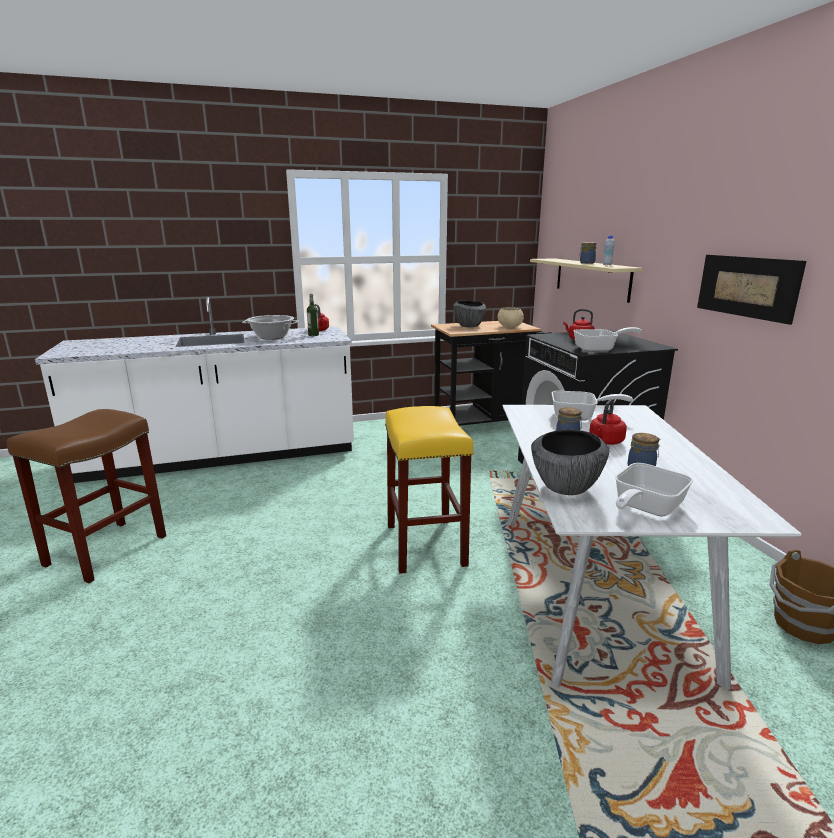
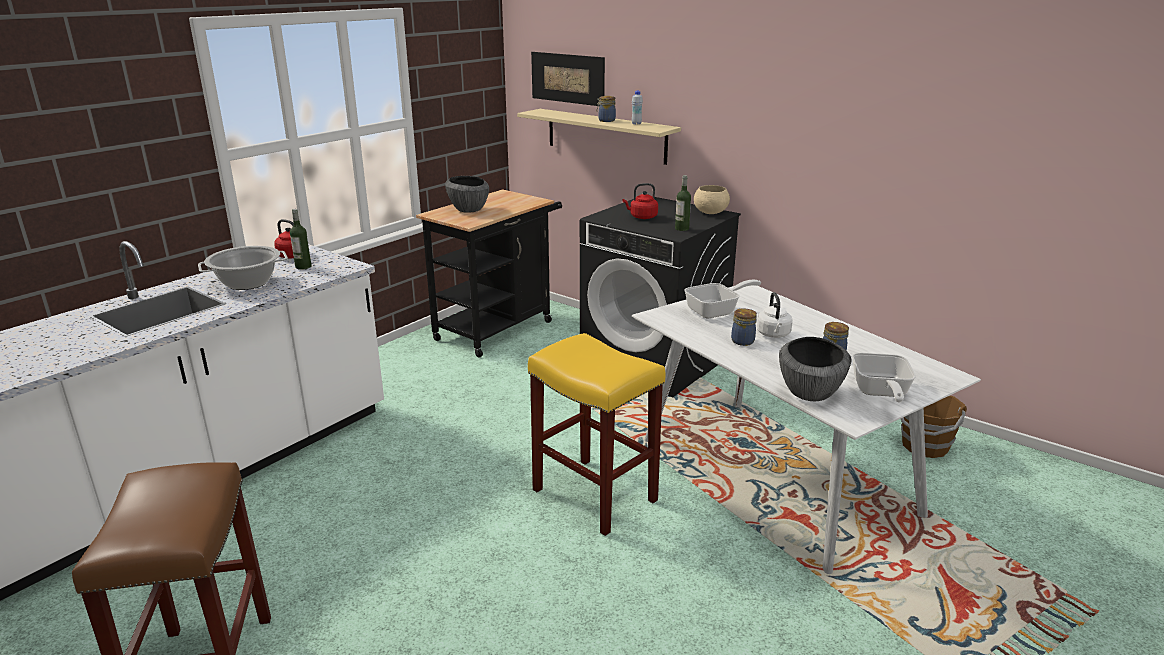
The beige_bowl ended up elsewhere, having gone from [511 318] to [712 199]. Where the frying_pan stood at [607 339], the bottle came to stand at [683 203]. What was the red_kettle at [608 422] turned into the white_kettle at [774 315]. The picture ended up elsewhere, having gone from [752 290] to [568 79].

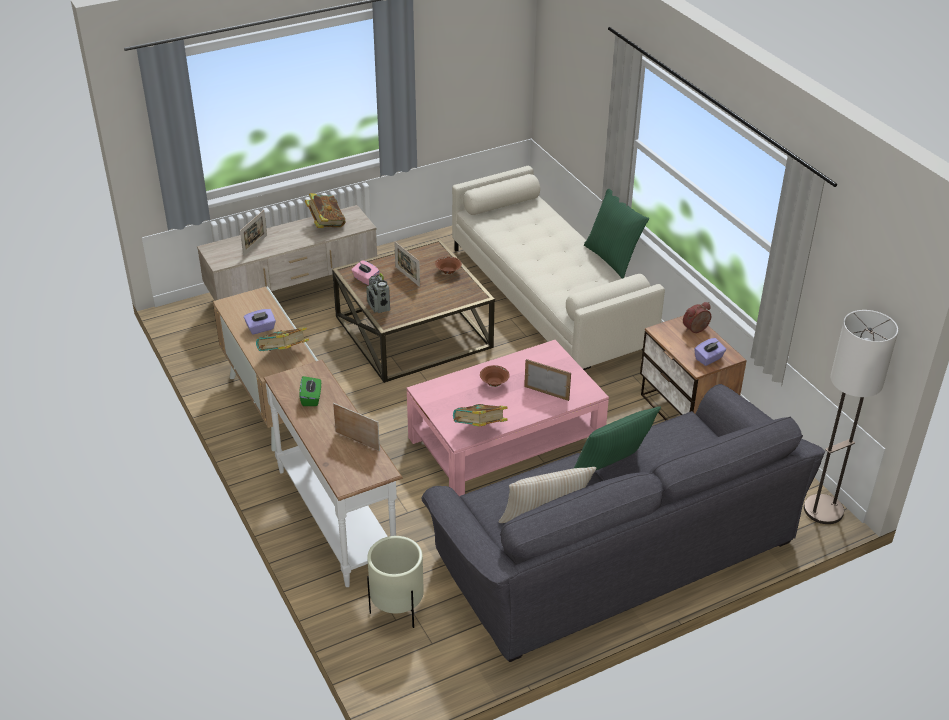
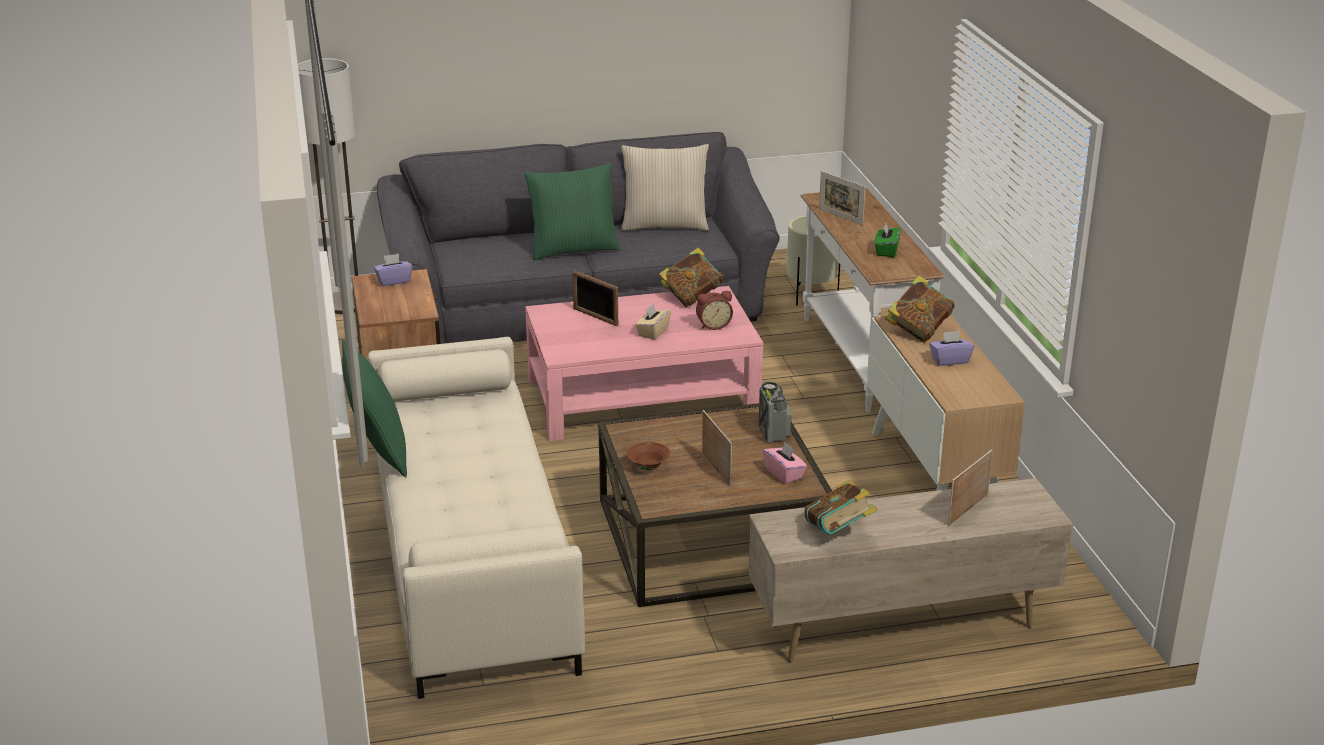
Where the brown_bowl stood at [495 376], the beige_tissue_box came to stand at [653 321]. The alarm_clock ended up elsewhere, having gone from [697 317] to [714 310].

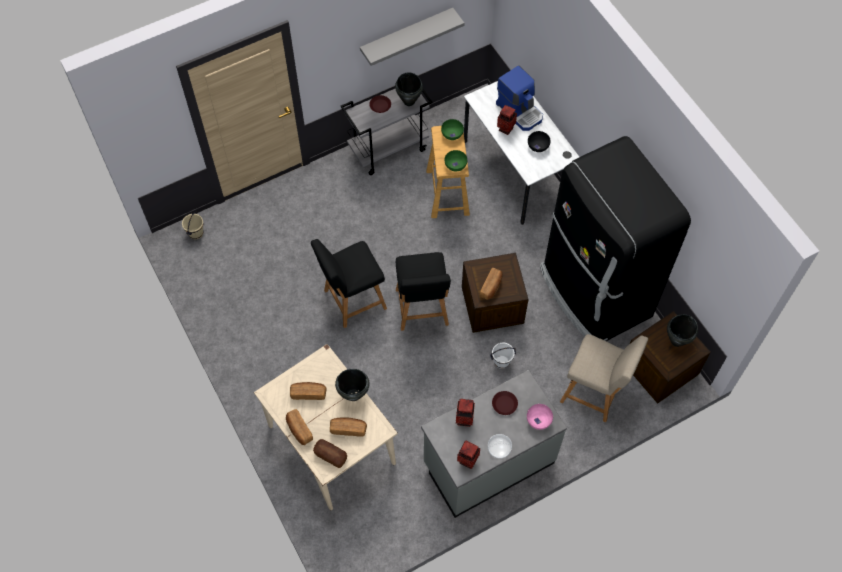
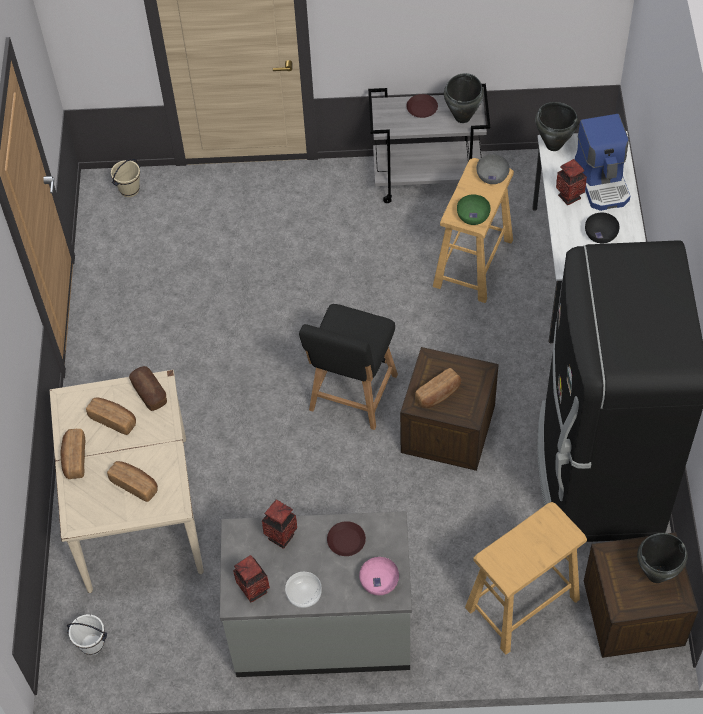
The second view lost the black_chair at [349 283]. The bread ended up elsewhere, having gone from [330 453] to [148 388]. The black_cooking_pot ended up elsewhere, having gone from [352 385] to [556 126]. The second view lost the grey_shelf at [412 37]. What was the green_bowl at [452 129] turned into the grey_bowl at [493 169]. The white_bucket ended up elsewhere, having gone from [503 355] to [87 634]. Where the beige_chair stood at [604 378], the beige_stool came to stand at [526 578].

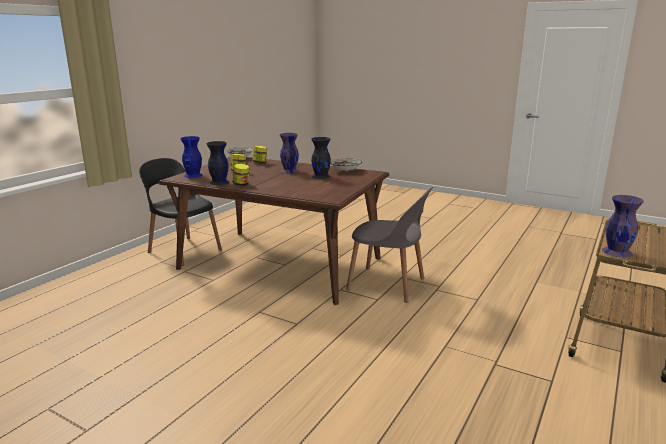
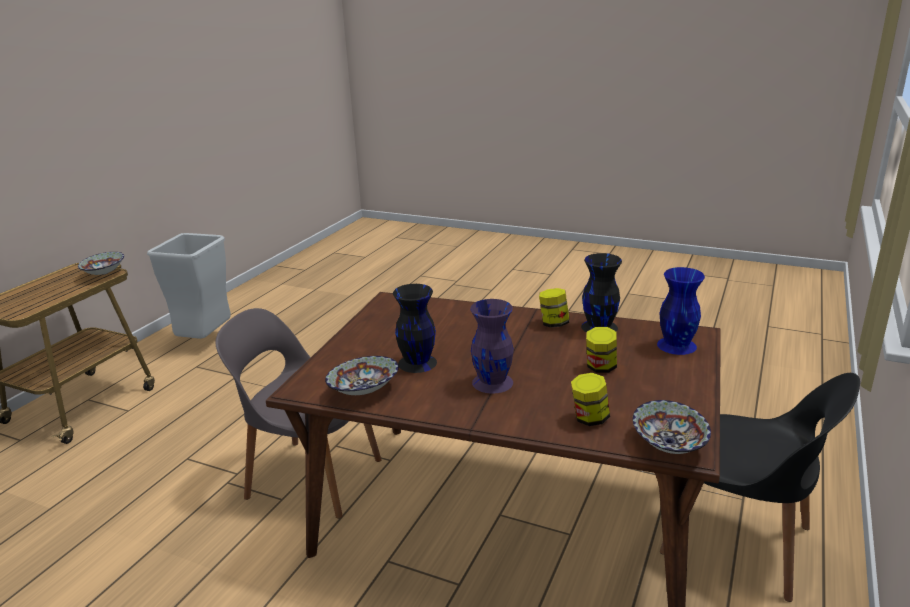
Where the purple_vase stood at [623 226], the bowl came to stand at [101 263]. The second view gained the grey_trash_can at [189 286].

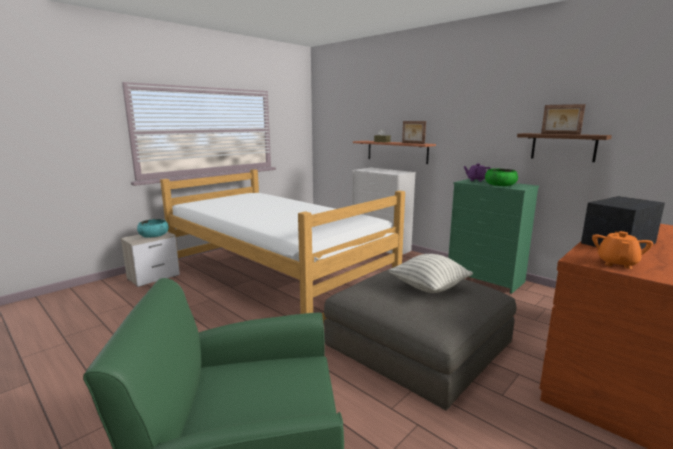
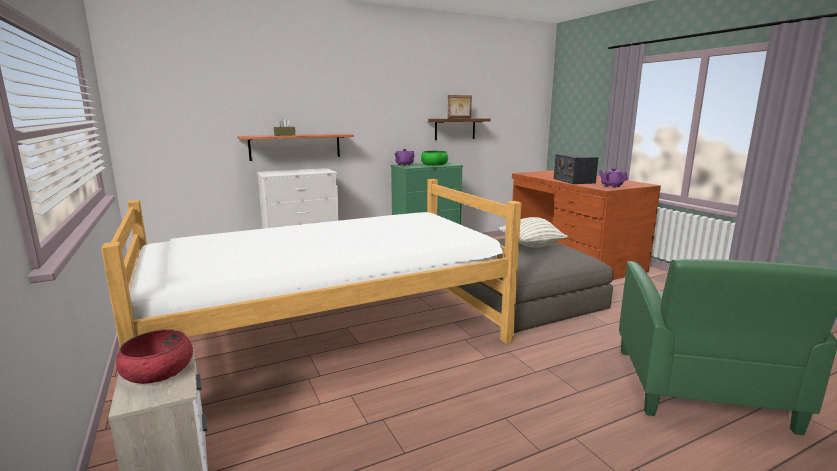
What was the turquoise_bowl at [153 228] turned into the red_bowl at [154 356]. The second view lost the picture_frame at [414 132]. What was the orange_teapot at [622 250] turned into the purple_teapot at [613 178].

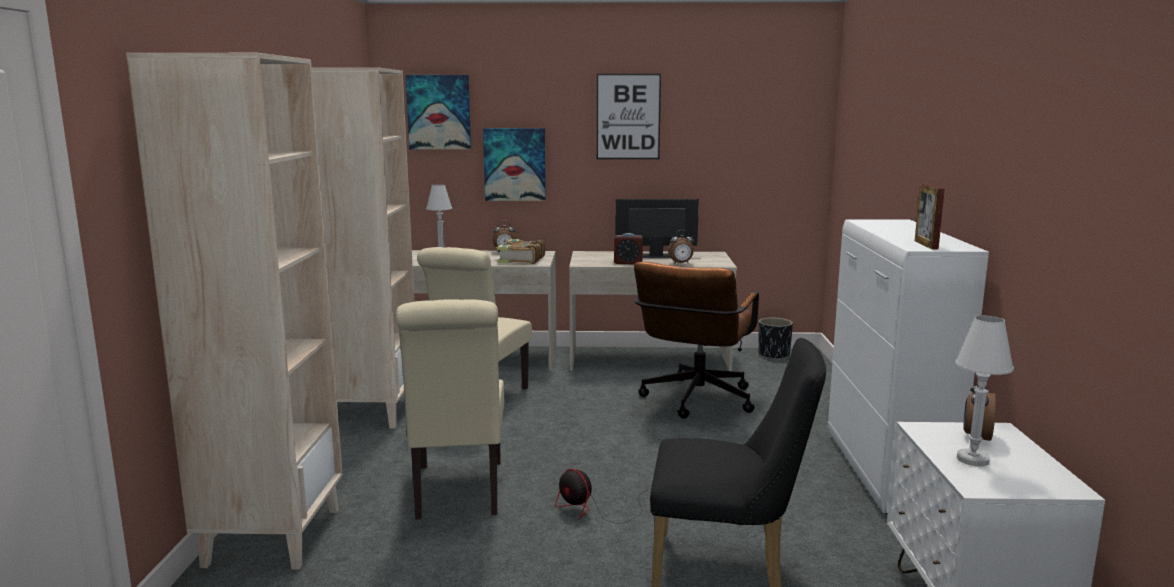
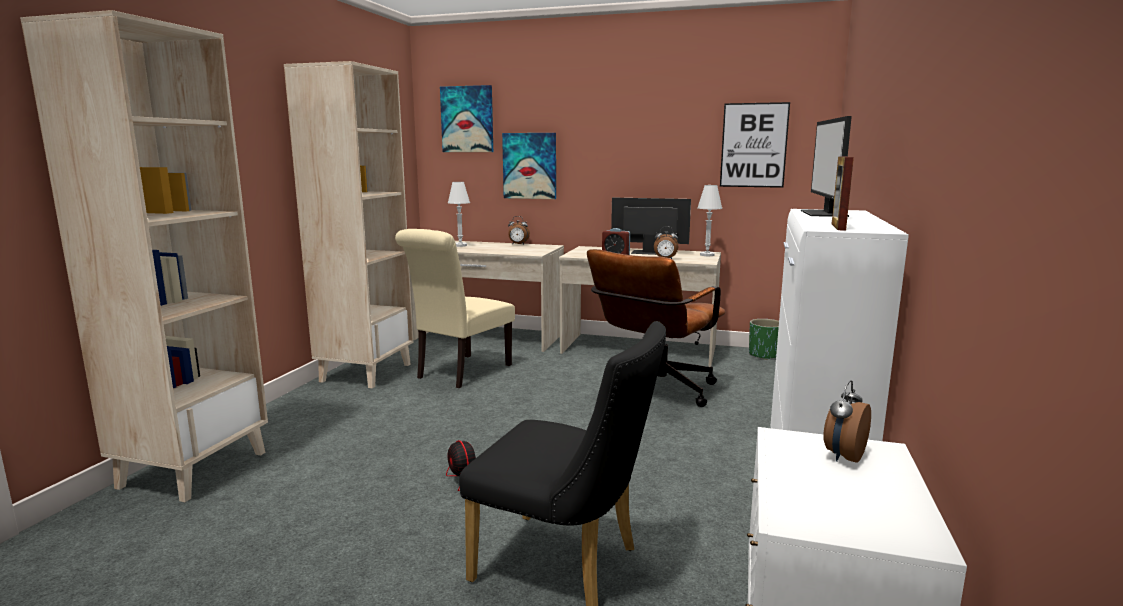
The second view lost the beige_chair at [450 409]. The second view lost the book at [520 251]. The picture ended up elsewhere, having gone from [629 116] to [755 145]. What was the black_planter at [775 339] turned into the green_planter at [764 339]. The white_table_lamp ended up elsewhere, having gone from [985 391] to [709 220]. The second view gained the monitor at [826 166].

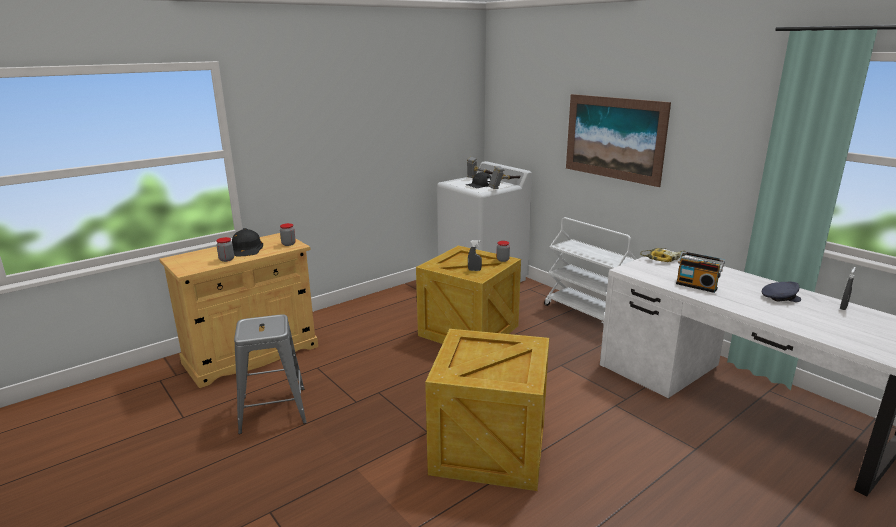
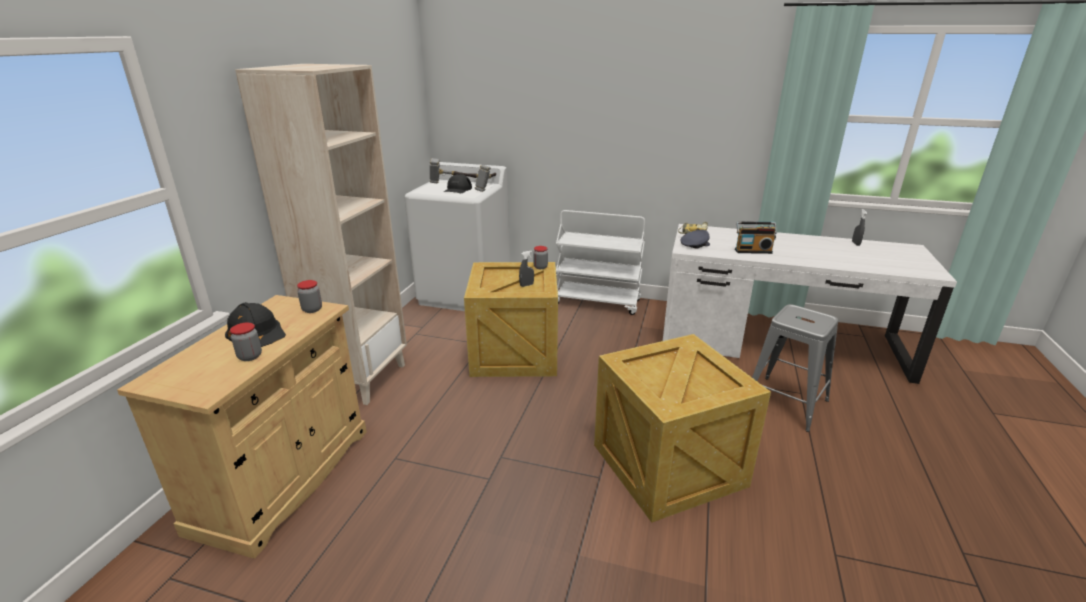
The grey_stool ended up elsewhere, having gone from [270 374] to [795 368]. The second view lost the picture at [618 140]. The grey_cap ended up elsewhere, having gone from [781 292] to [695 239]. The second view gained the beige_bookcase at [321 234].

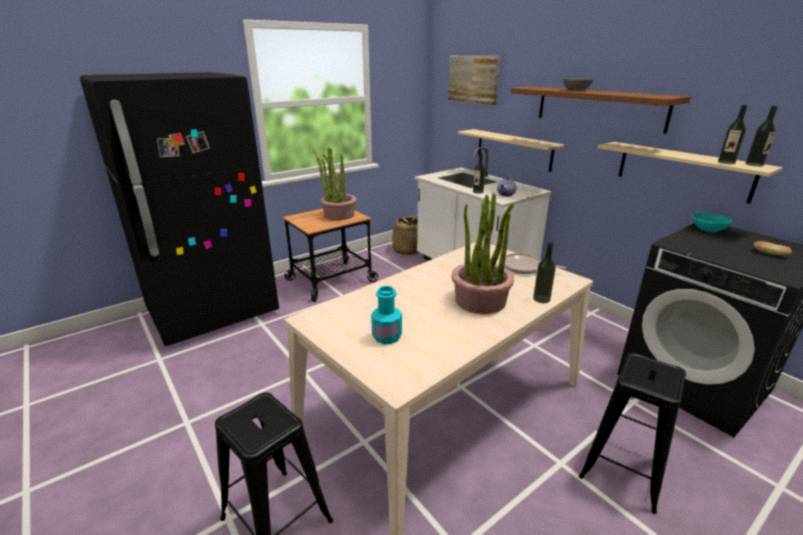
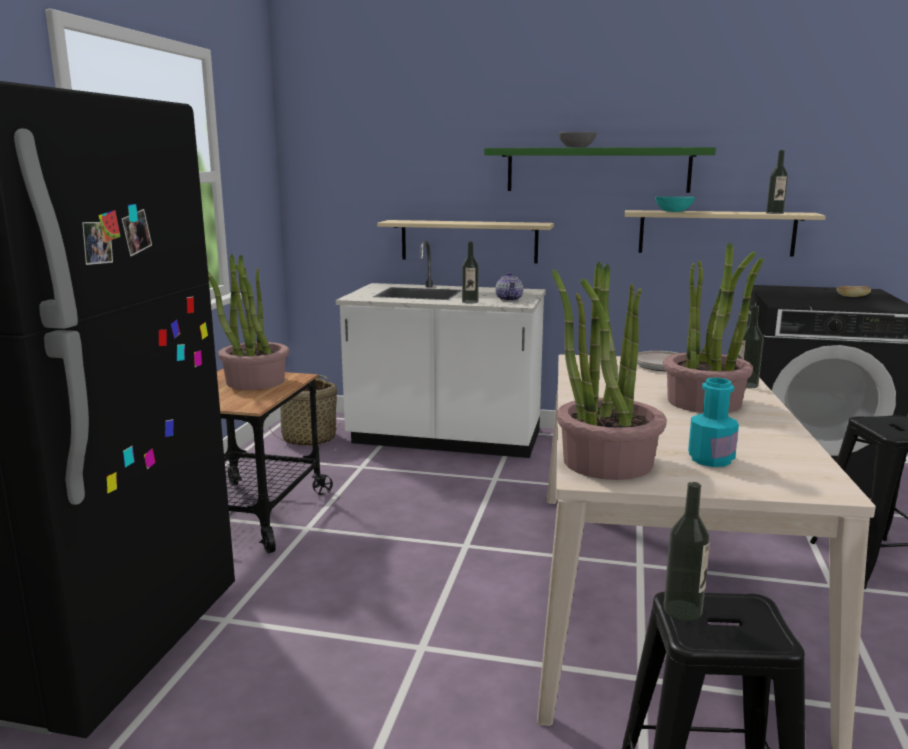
The second view lost the picture at [474 80]. What was the brown_shelf at [600 110] turned into the green_shelf at [600 170]. The turquoise_bowl ended up elsewhere, having gone from [712 222] to [675 204]. The bottle ended up elsewhere, having gone from [761 135] to [687 551]. The second view gained the potted_plant at [609 371].

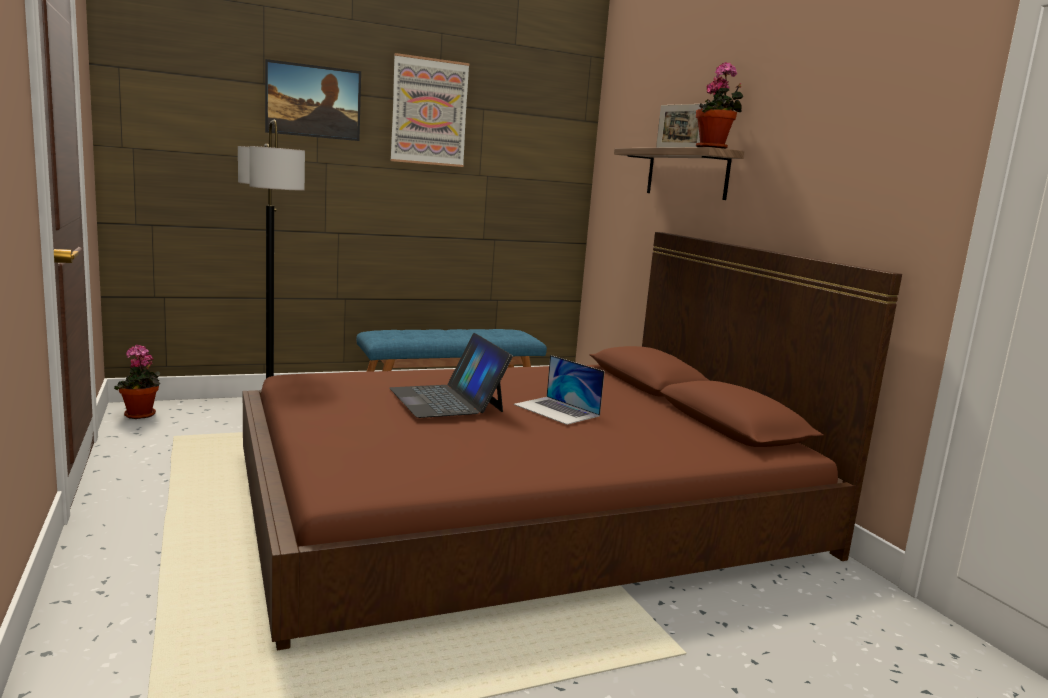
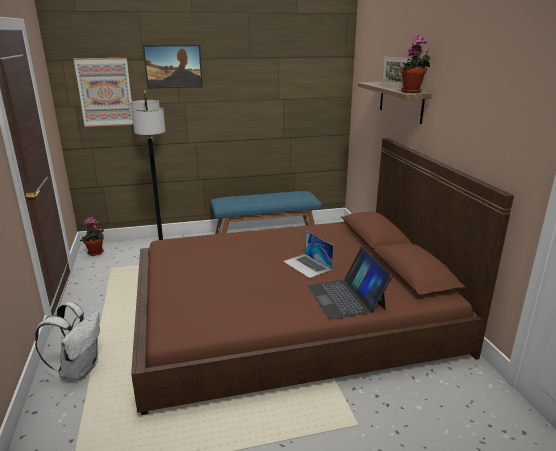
The laptop ended up elsewhere, having gone from [451 375] to [350 283]. The picture ended up elsewhere, having gone from [430 110] to [103 92]. The second view gained the white_backpack at [67 341].

